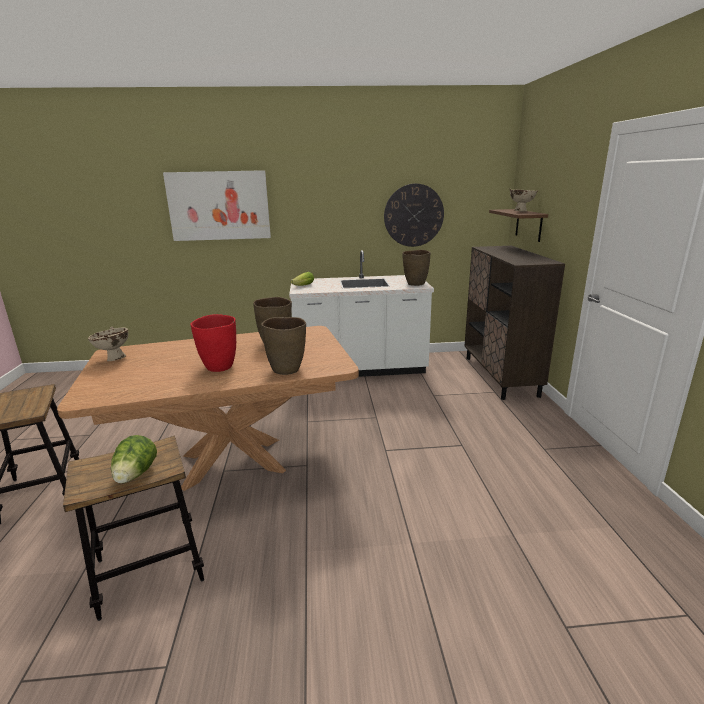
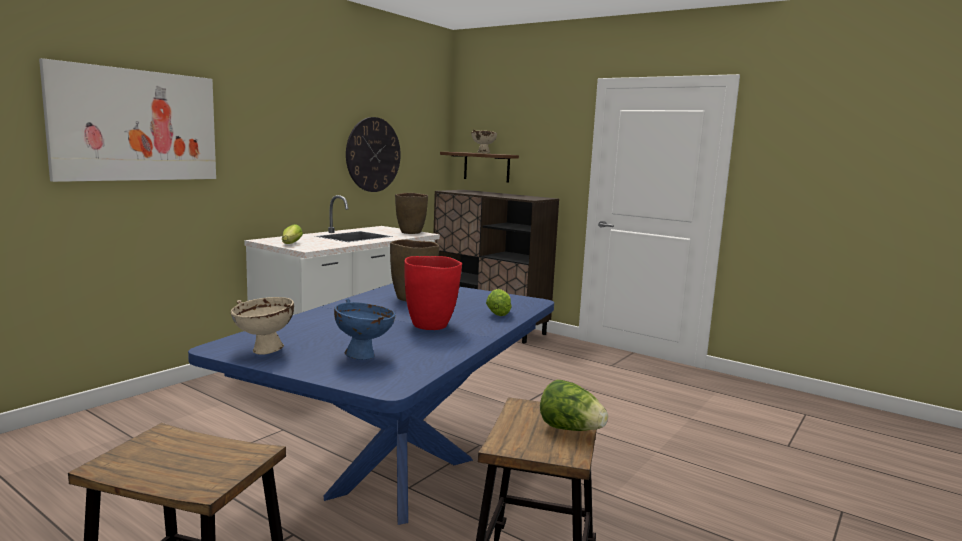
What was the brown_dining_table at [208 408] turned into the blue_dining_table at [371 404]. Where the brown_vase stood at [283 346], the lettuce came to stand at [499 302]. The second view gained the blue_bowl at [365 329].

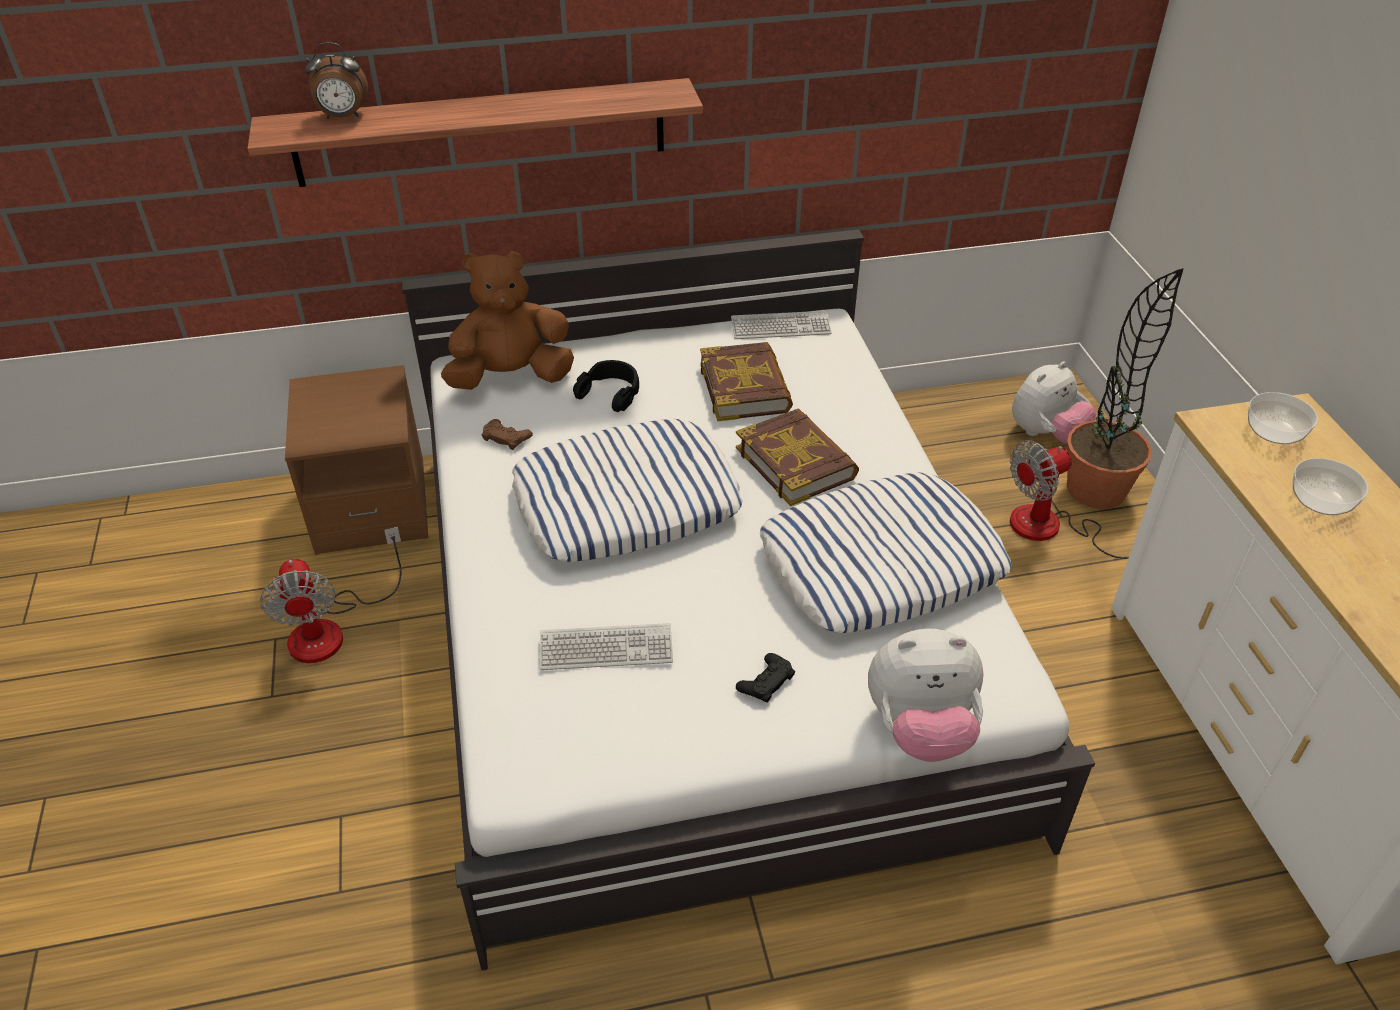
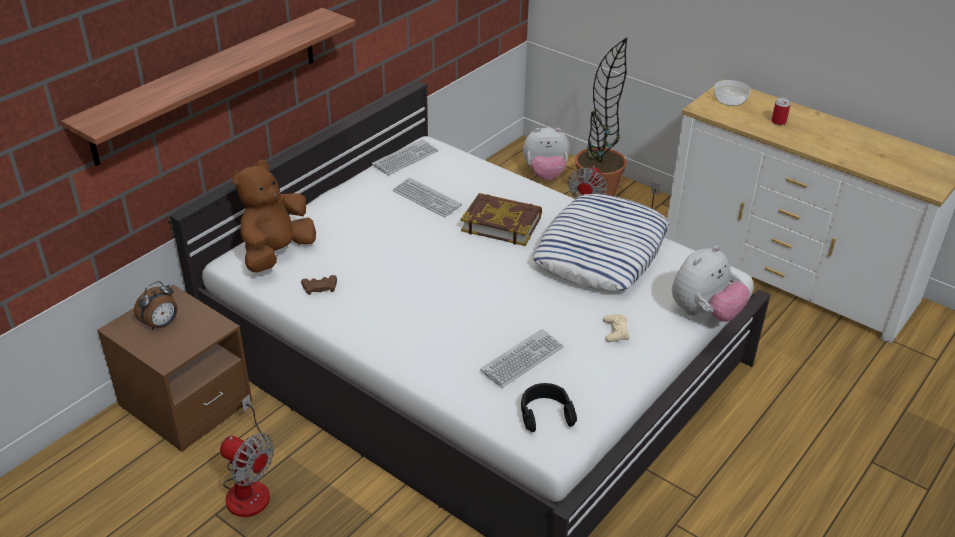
The alarm_clock ended up elsewhere, having gone from [336 80] to [156 306]. The second view lost the pillow at [627 490]. The black_headphones ended up elsewhere, having gone from [606 386] to [549 407]. Where the book stood at [746 381], the keyboard came to stand at [427 197]. What was the black_game_controller at [765 678] turned into the beige_game_controller at [616 328]. The plush_toy at [1054 403] ended up facing another way, 75 degrees clockwise from before. Where the bowl stood at [1330 486], the can came to stand at [781 111].

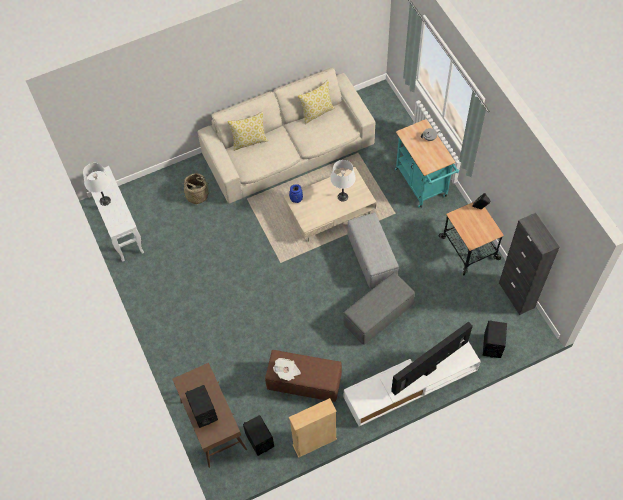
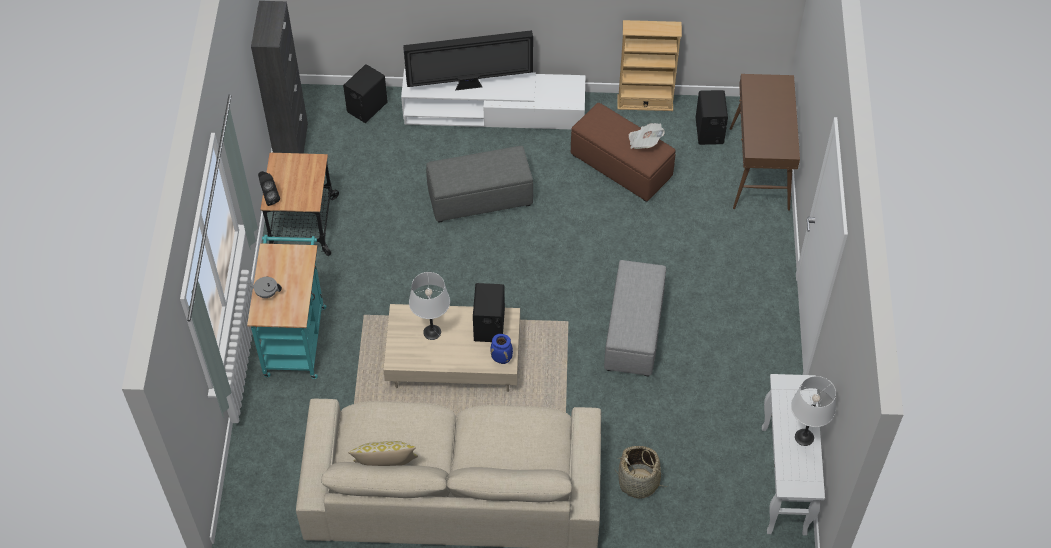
The black_speaker ended up elsewhere, having gone from [201 406] to [489 312]. The second view lost the pillow at [247 131]. The grey_ottoman ended up elsewhere, having gone from [373 250] to [635 318].

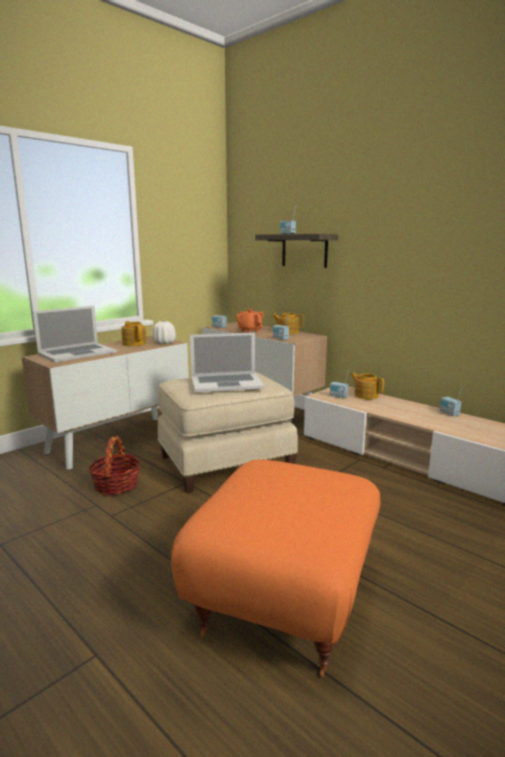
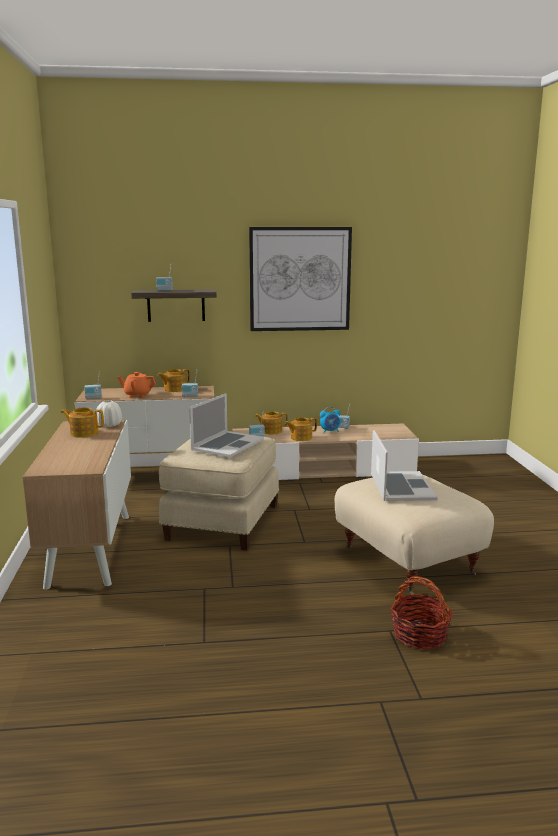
The laptop ended up elsewhere, having gone from [75 334] to [404 465]. The basket ended up elsewhere, having gone from [114 465] to [422 613]. What was the orange_ottoman at [275 568] turned into the beige_ottoman at [414 534]. The second view gained the picture at [300 279]. The second view gained the teapot at [301 429]. The second view gained the alarm_clock at [330 419].

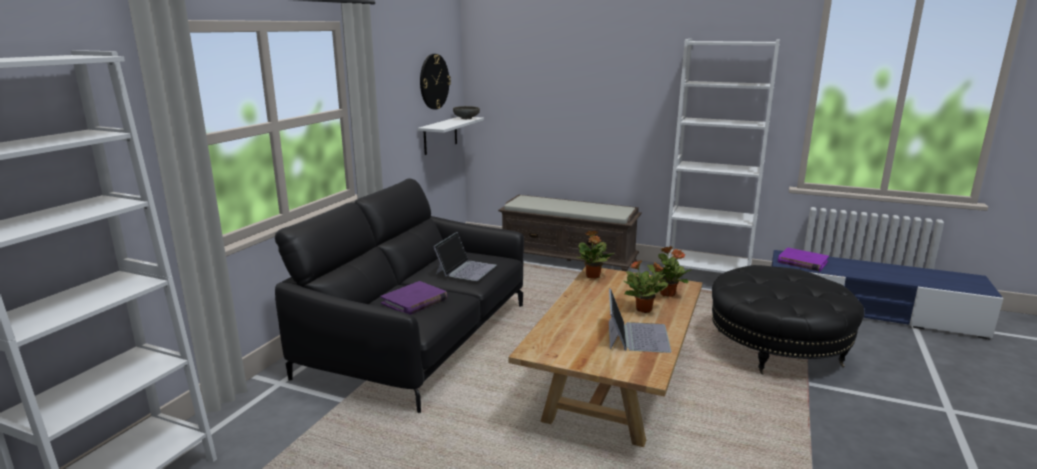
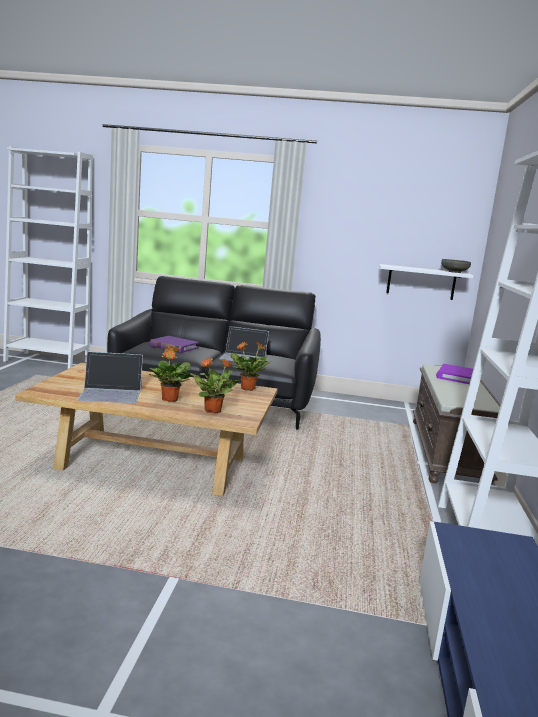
The second view lost the wall_clock at [435 82]. The second view lost the black_ottoman at [788 320]. The purple_book ended up elsewhere, having gone from [803 259] to [454 374].

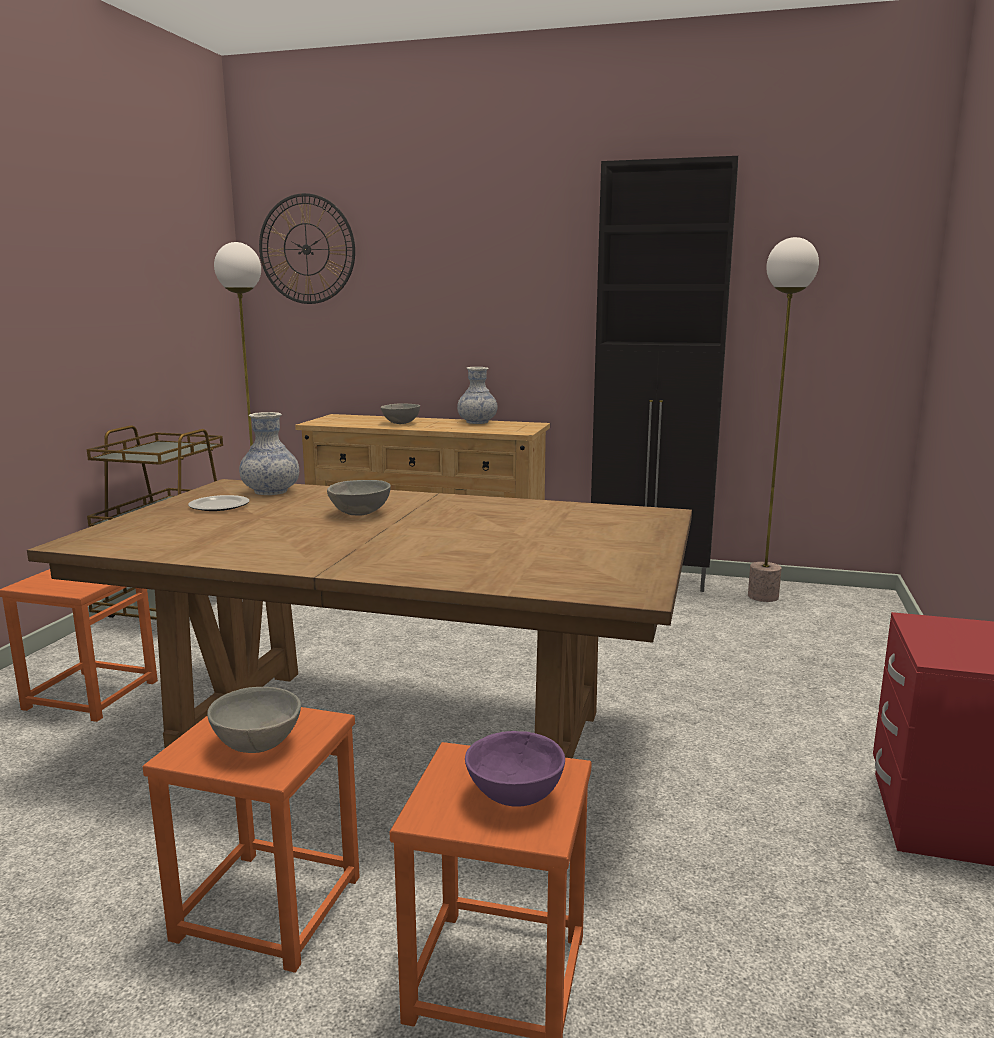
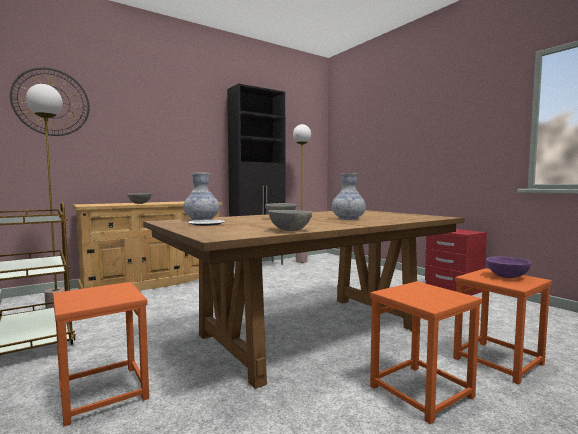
The grey_bowl ended up elsewhere, having gone from [254 720] to [290 220]. The vase ended up elsewhere, having gone from [477 395] to [349 196].

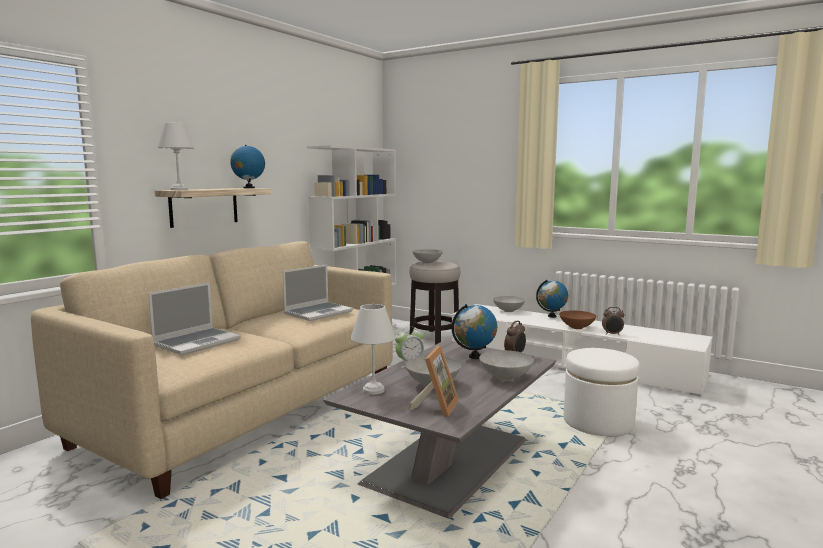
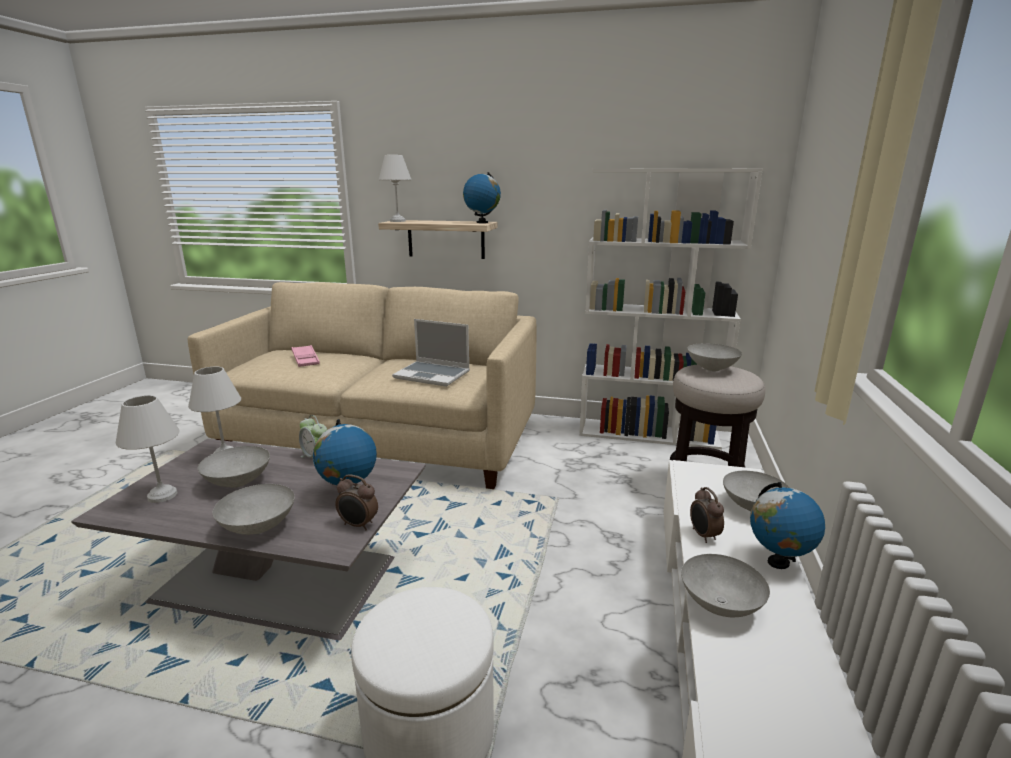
Where the laptop stood at [194 318], the pink_tray came to stand at [305 356]. Where the picture_frame stood at [433 381], the white_table_lamp came to stand at [148 449]. What was the brown_bowl at [577 320] turned into the grey_bowl at [725 585]. The alarm_clock ended up elsewhere, having gone from [613 321] to [707 515].

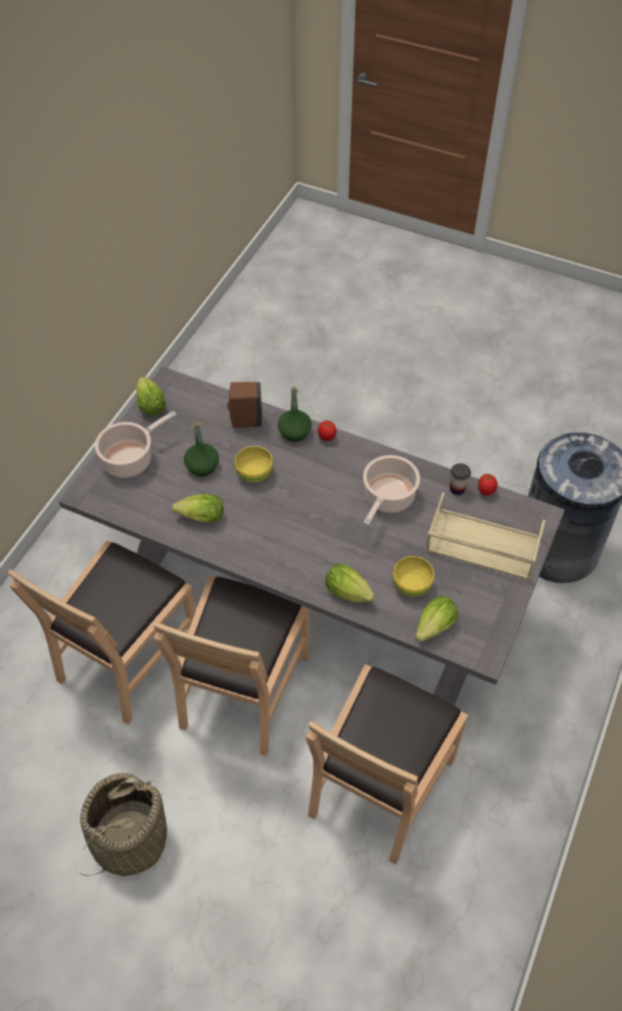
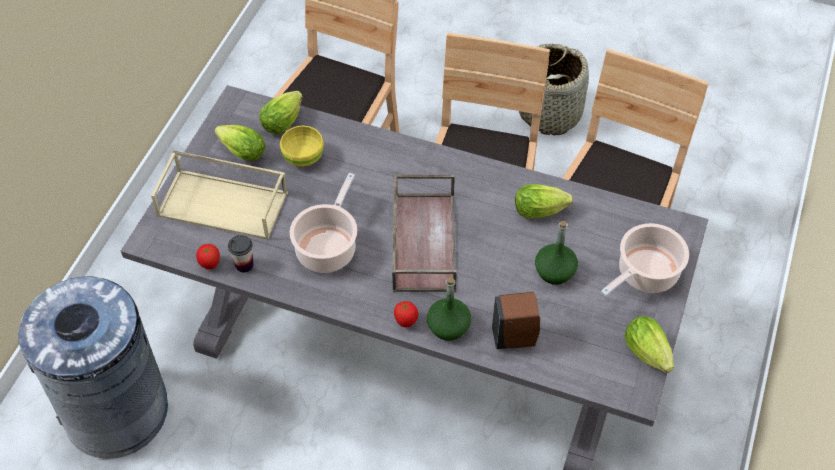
The second view lost the yellow_bowl at [253 464]. The lettuce ended up elsewhere, having gone from [350 583] to [239 143]. The second view gained the brown_tray at [424 233].

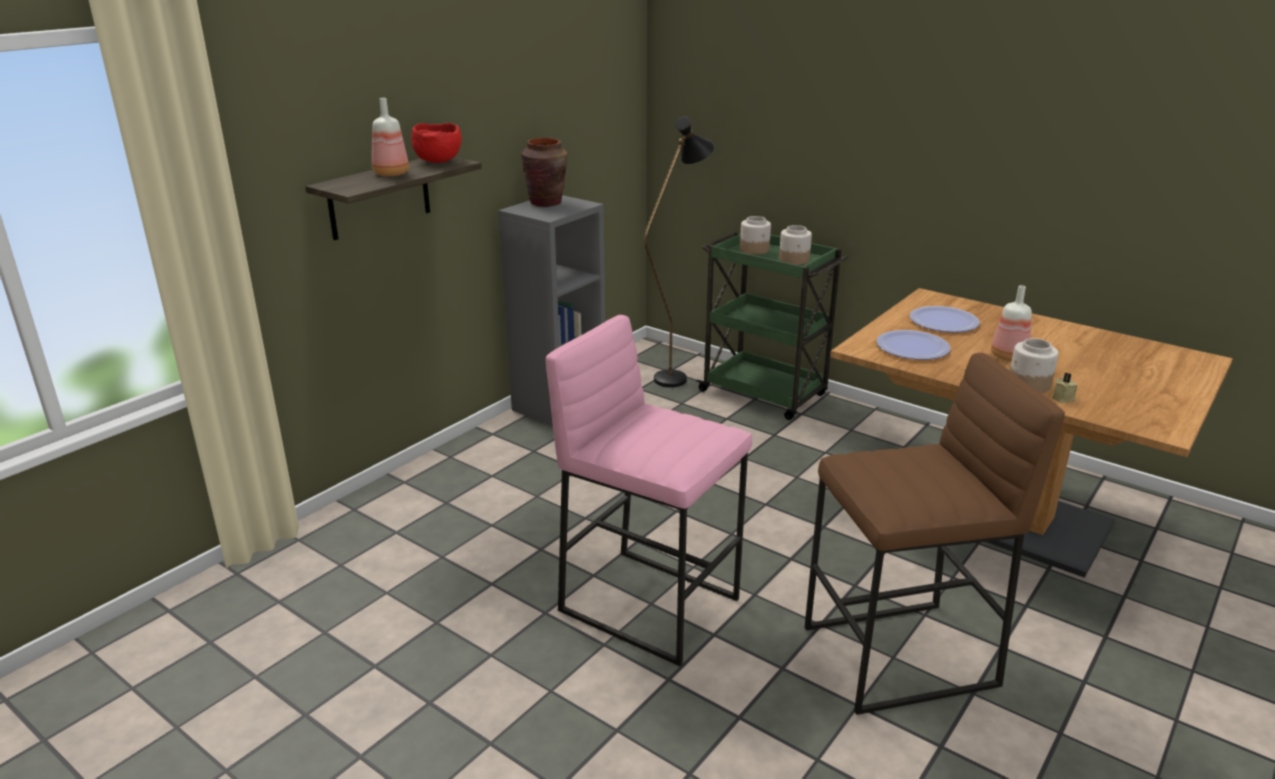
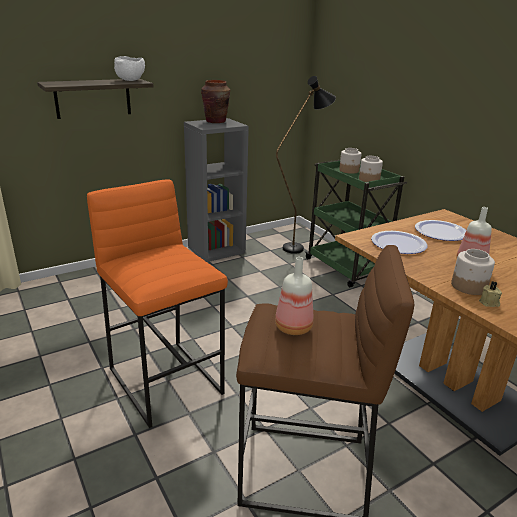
The bottle ended up elsewhere, having gone from [390 137] to [294 296]. What was the red_bowl at [436 143] turned into the white_bowl at [129 68]. What was the pink_stool at [649 490] turned into the orange_stool at [157 303].

